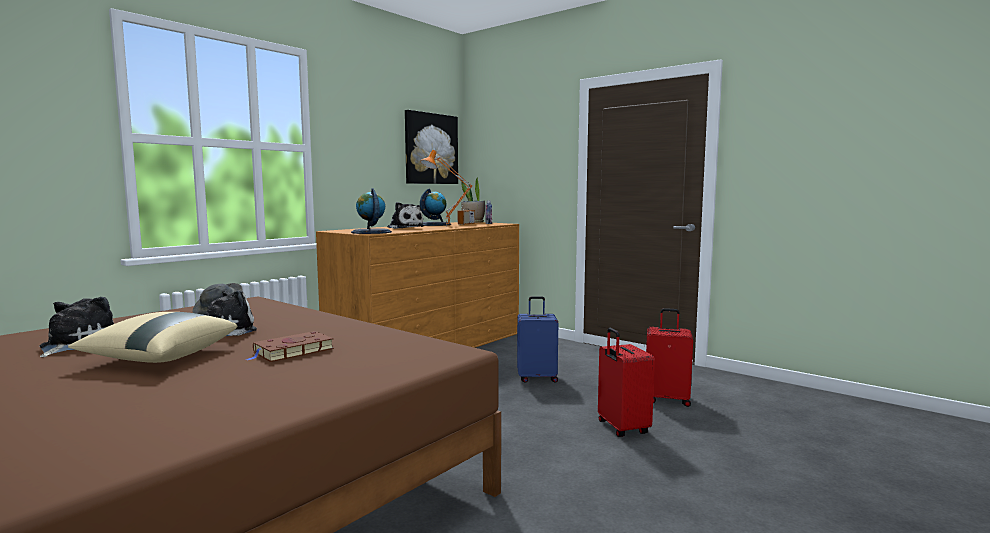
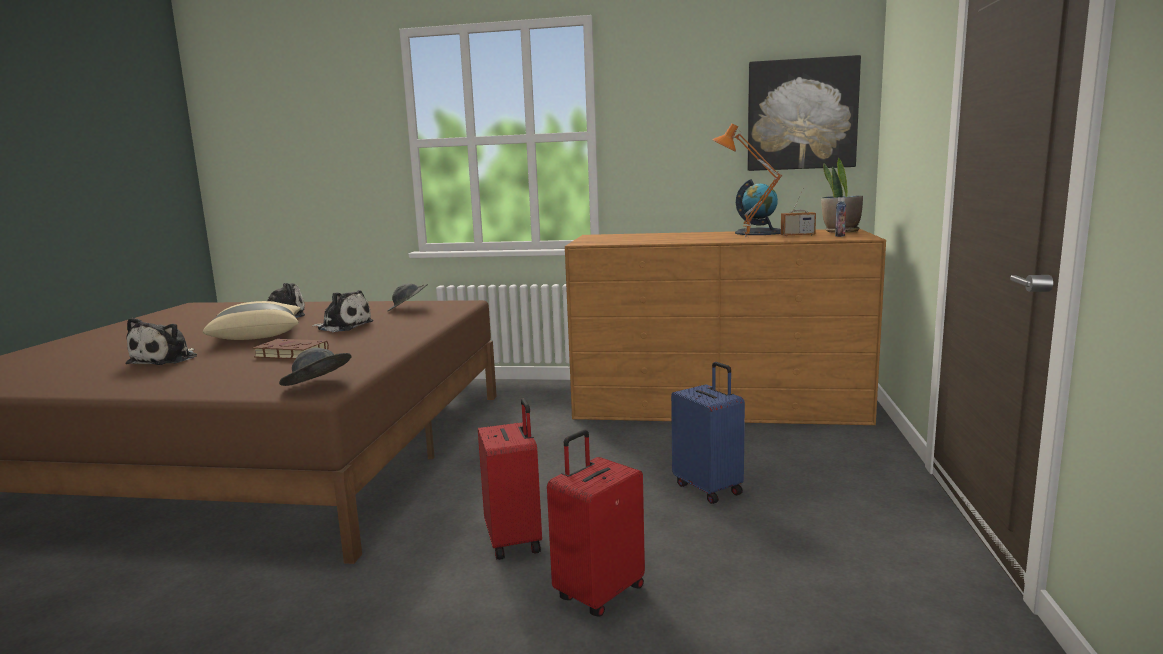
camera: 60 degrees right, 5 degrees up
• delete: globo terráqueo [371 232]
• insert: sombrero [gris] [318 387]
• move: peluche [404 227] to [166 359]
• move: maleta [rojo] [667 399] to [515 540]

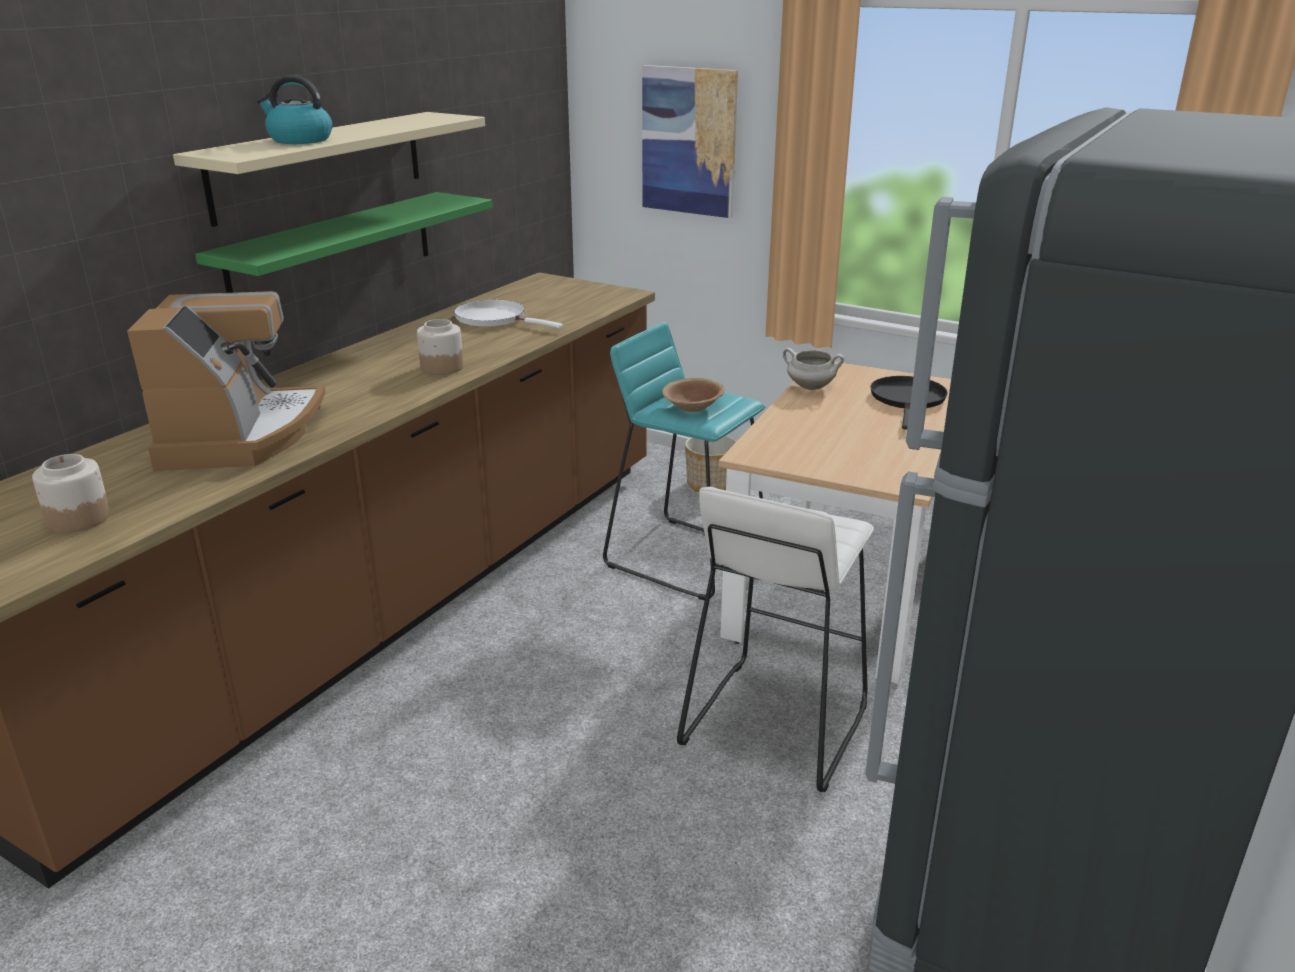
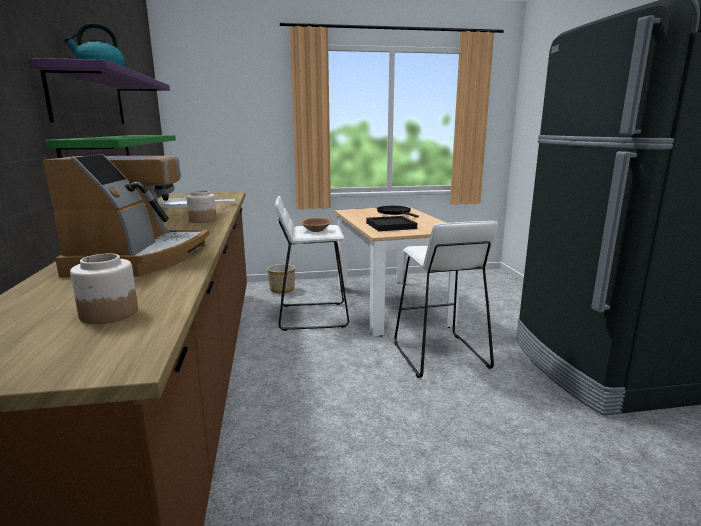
camera: 40 degrees left, 10 degrees down
• delete: cuadro [689 141]
• delete: olla [blanco] [810 387]
• insert: bandeja [negro] [391 226]
• recolor: estante [beis] [319 165] to estante [morado] [89 99]
• recolor: taburete [turquesa] [685 557] to taburete [blanco] [312 316]
• rotate: cafetera [241 435] = [140 258] 45 degrees clockwise

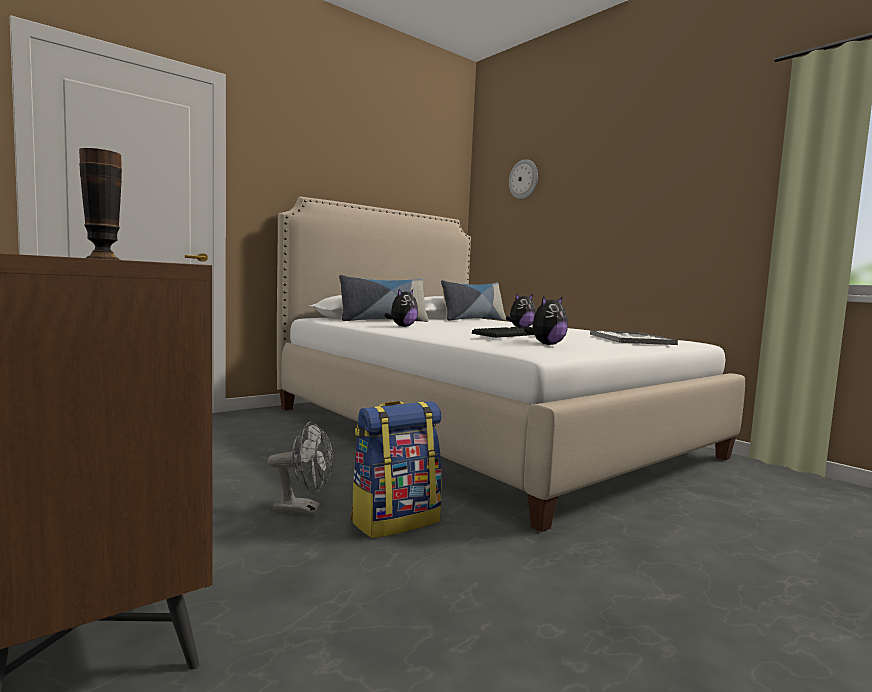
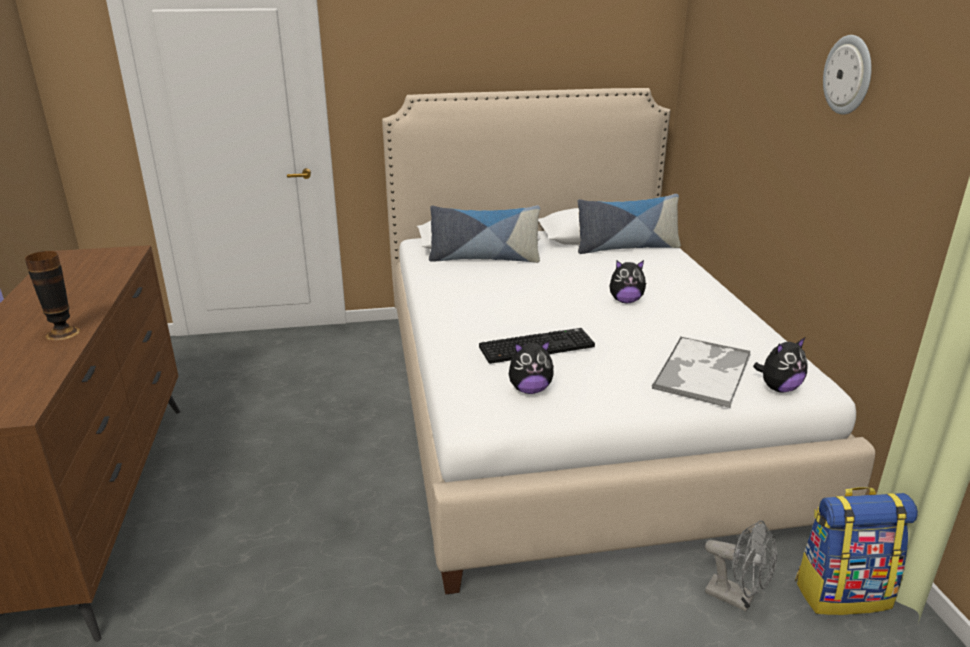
camera: 30 degrees right, 20 degrees up
• move: ventilador [gris] [304 509] to [737 598]
• move: mochila [395 521] to [842 593]
• move: peluche [402 326] to [778 388]
• move: reloj de pared [524 179] to [848 75]

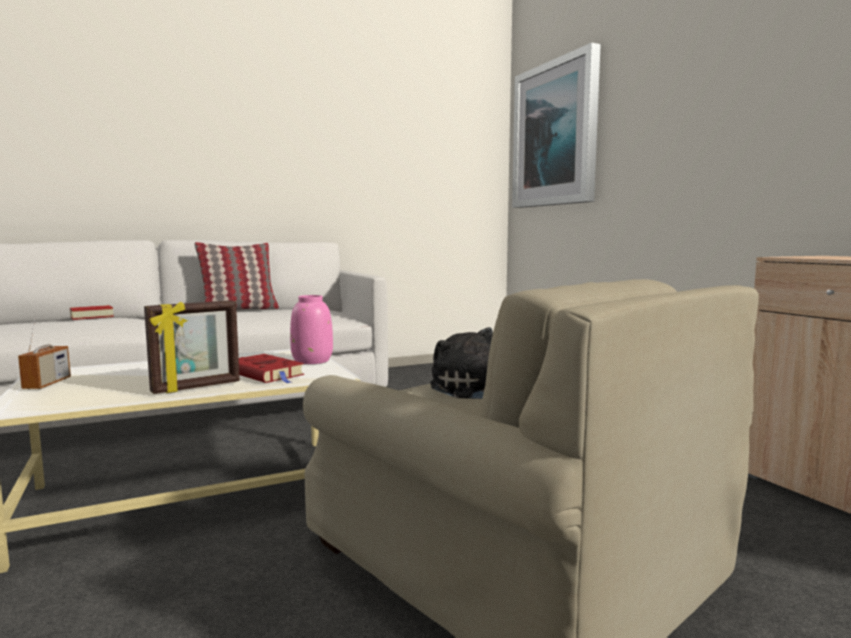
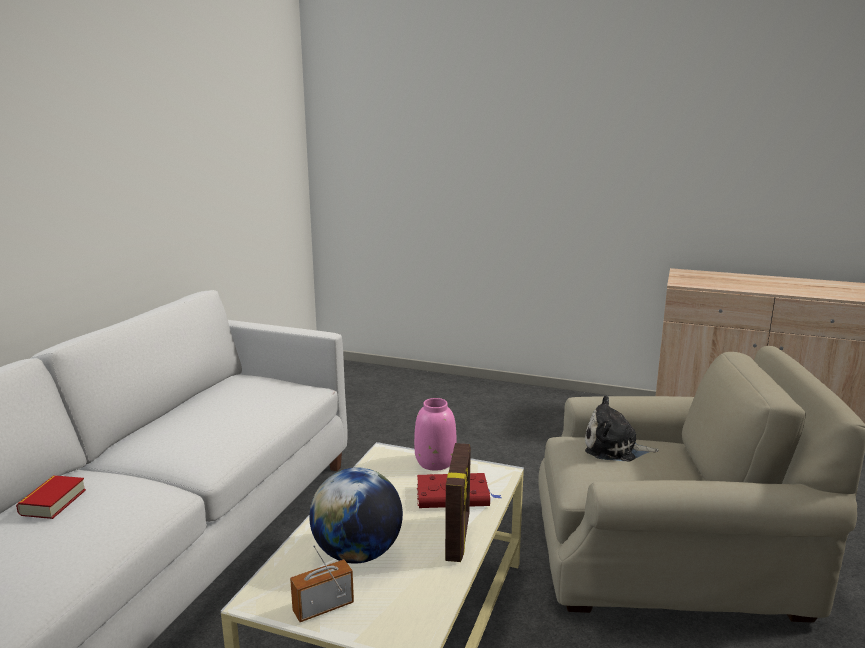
camera: 45 degrees left, 10 degrees up
• delete: cojín [239 310]
• delete: cuadro [555 135]
• insert: globo terráqueo [357 554]
• rotate: radio [47 384] = [323 607] 75 degrees counterclockwise

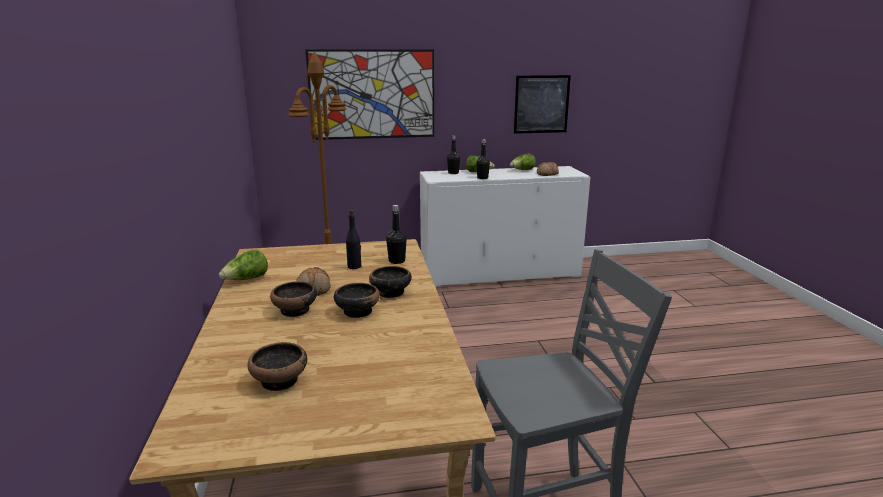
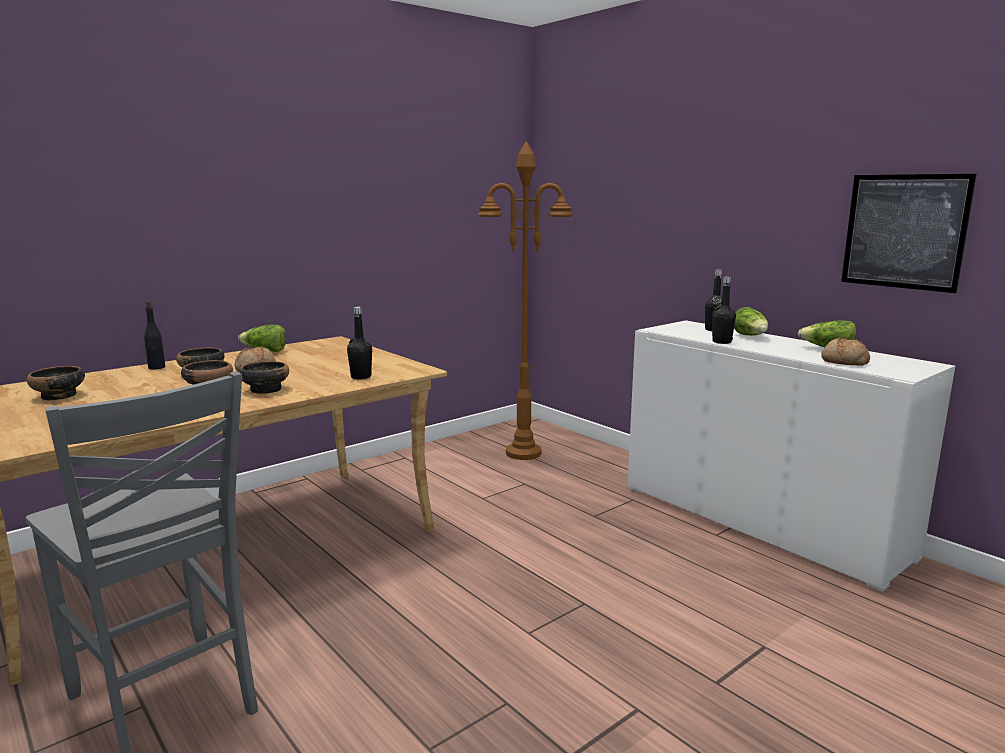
camera: 60 degrees right, 5 degrees down
• delete: cuadro [372 94]
• move: botella [negro] [354 266] to [156 367]

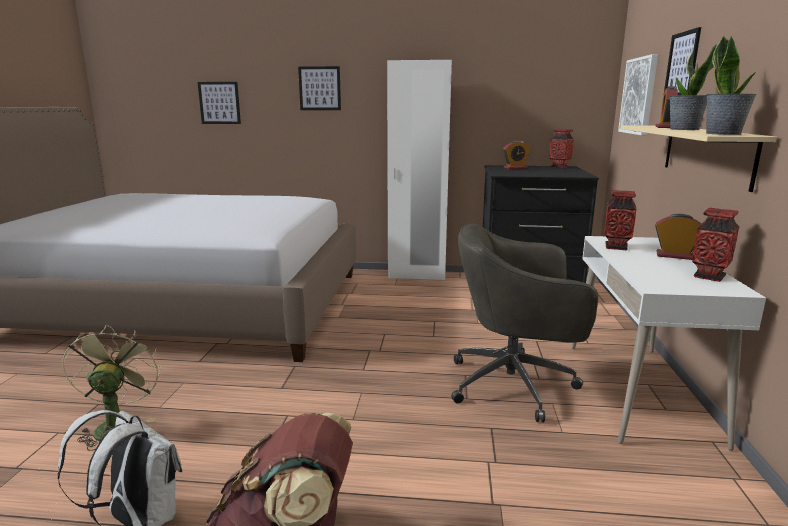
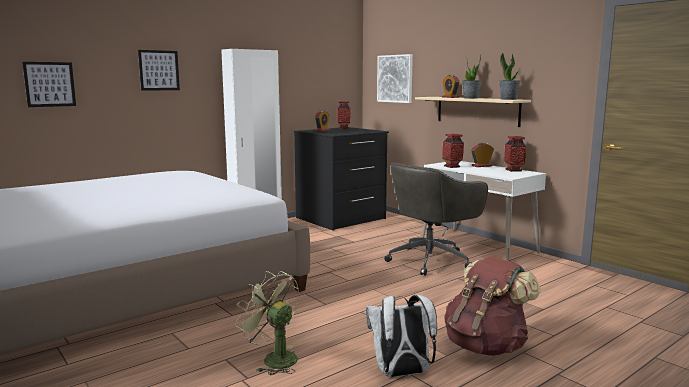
camera: 45 degrees left, 5 degrees down
• delete: cuadro [682 64]

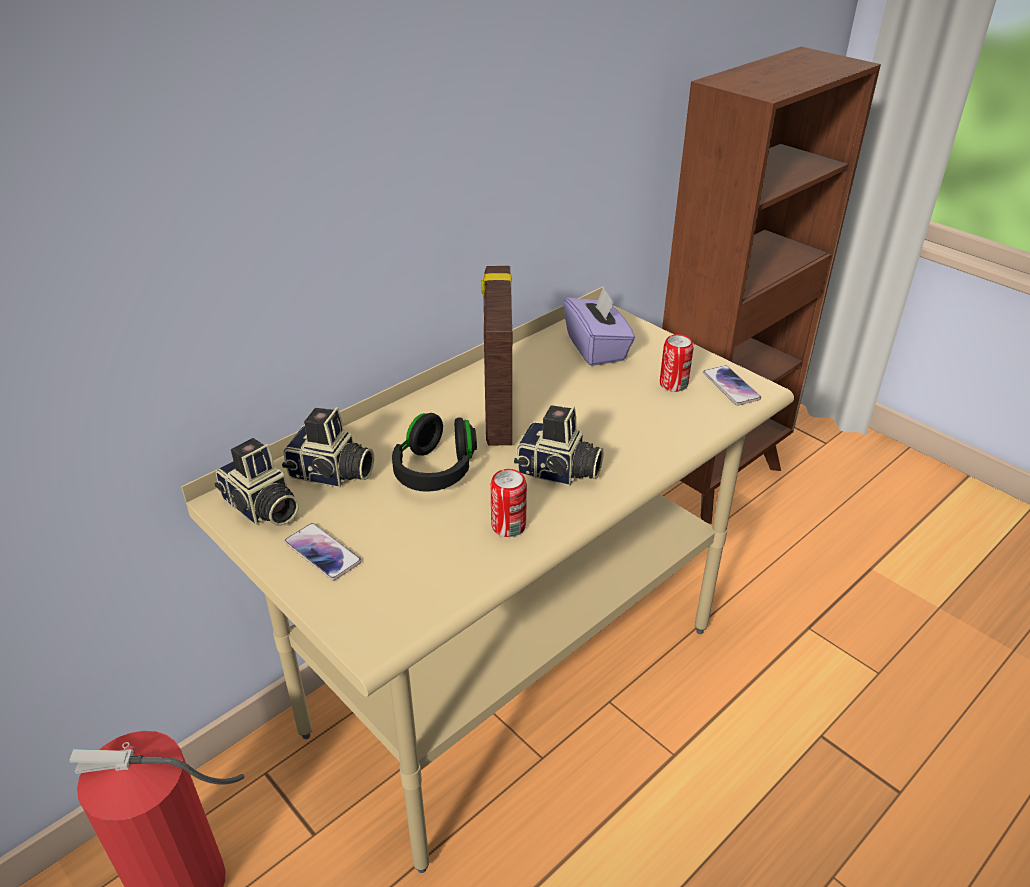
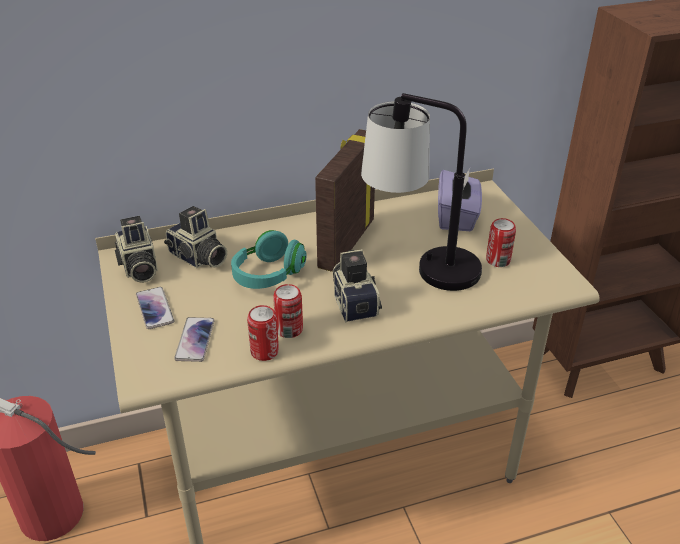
camera: 25 degrees right, 0 degrees up
• insert: lata [264 352]
• insert: lámpara de mesa [419 266]
• move: móvil [730 386] to [195 340]
• recolor: auriculares [negro] [435 470] to auriculares [turquesa] [268 275]
• rotate: cámara [558 472] = [355 302] 150 degrees counterclockwise

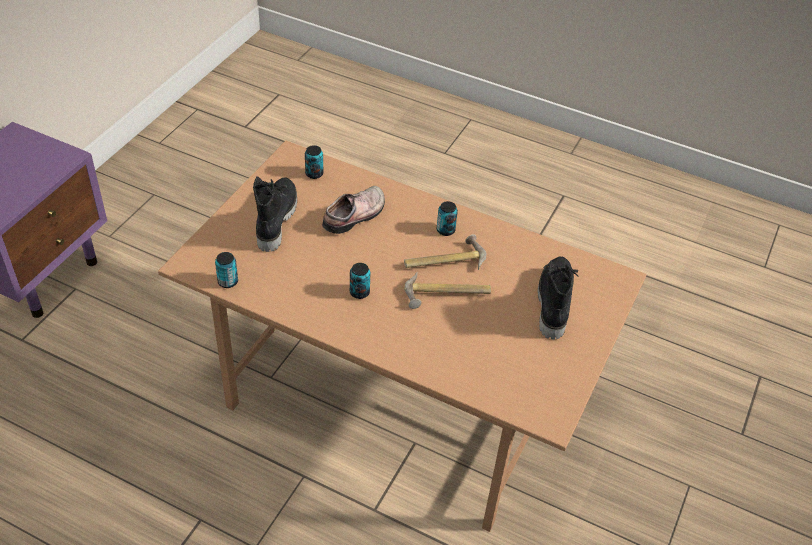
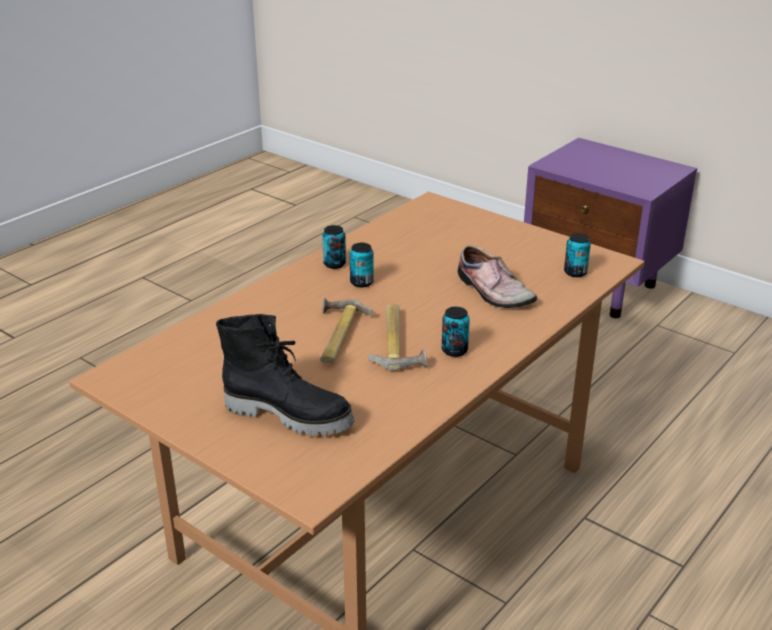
camera: 105 degrees right, 15 degrees down
• delete: bota [negro] [275 220]
• move: lata [228 282] to [334 264]

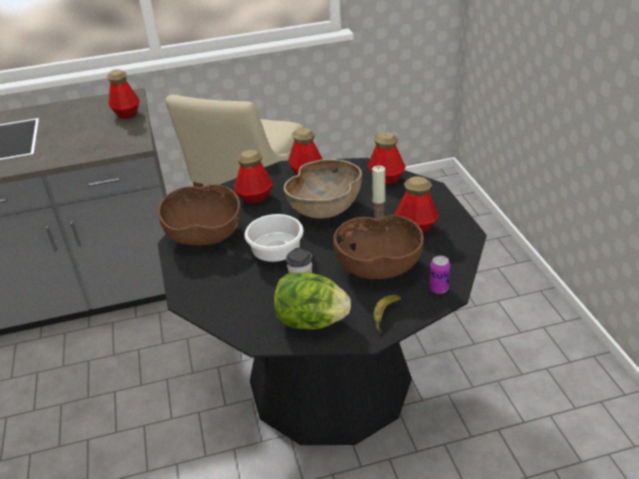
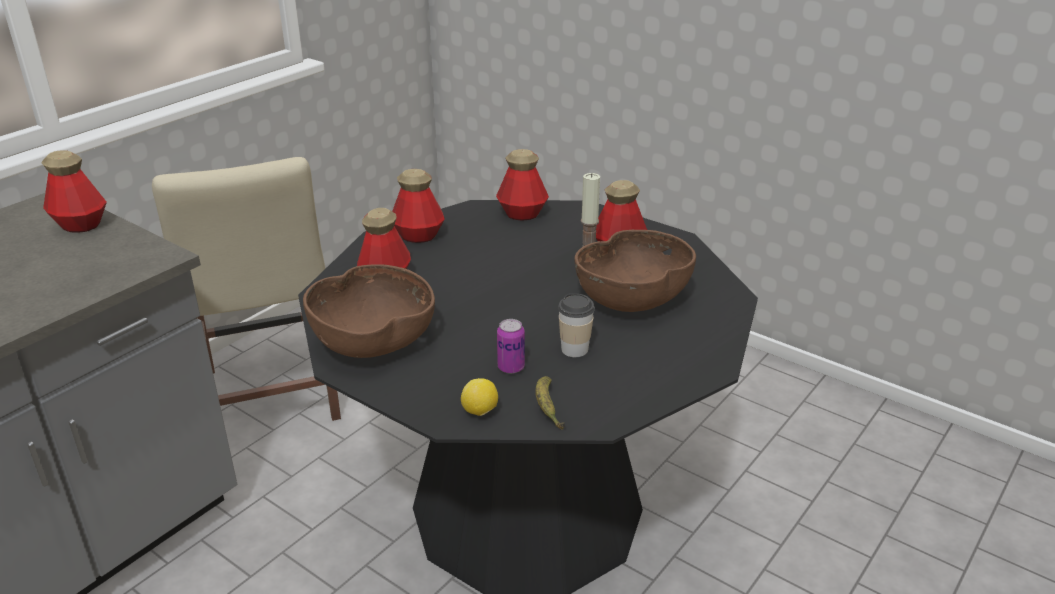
camera: 40 degrees left, 5 degrees down
• delete: cuenco [blanco] [276 252]
• delete: lechuga [311 321]
• delete: cuenco [marrón] [325 208]
• insert: limón [480 412]
• move: plátano [384 316] to [547 408]
• move: lata [439 288] to [511 367]

